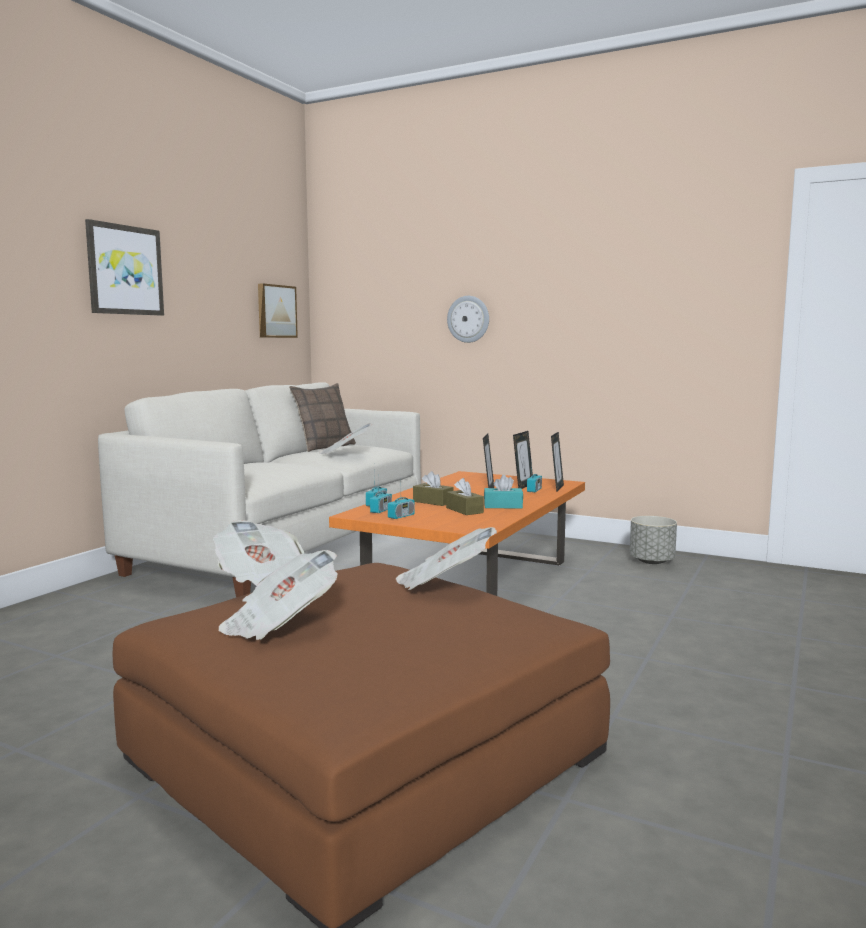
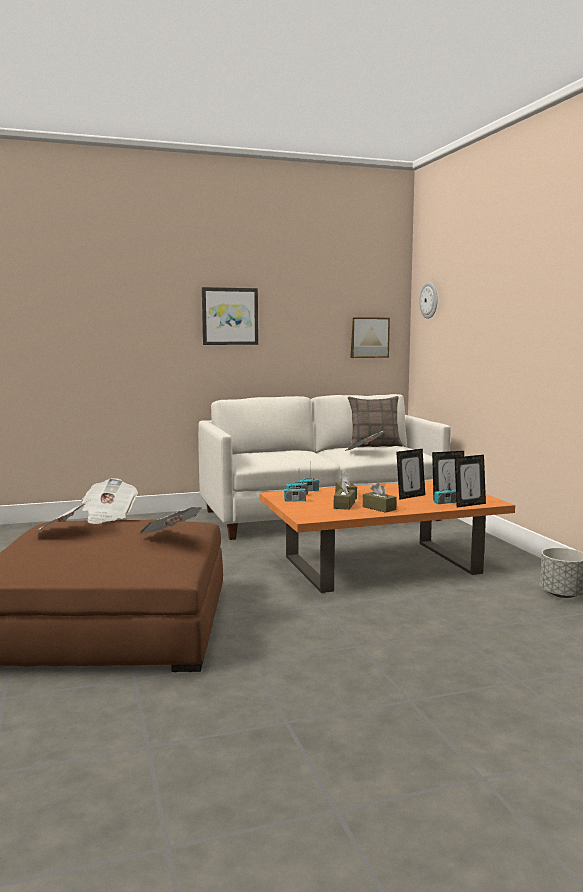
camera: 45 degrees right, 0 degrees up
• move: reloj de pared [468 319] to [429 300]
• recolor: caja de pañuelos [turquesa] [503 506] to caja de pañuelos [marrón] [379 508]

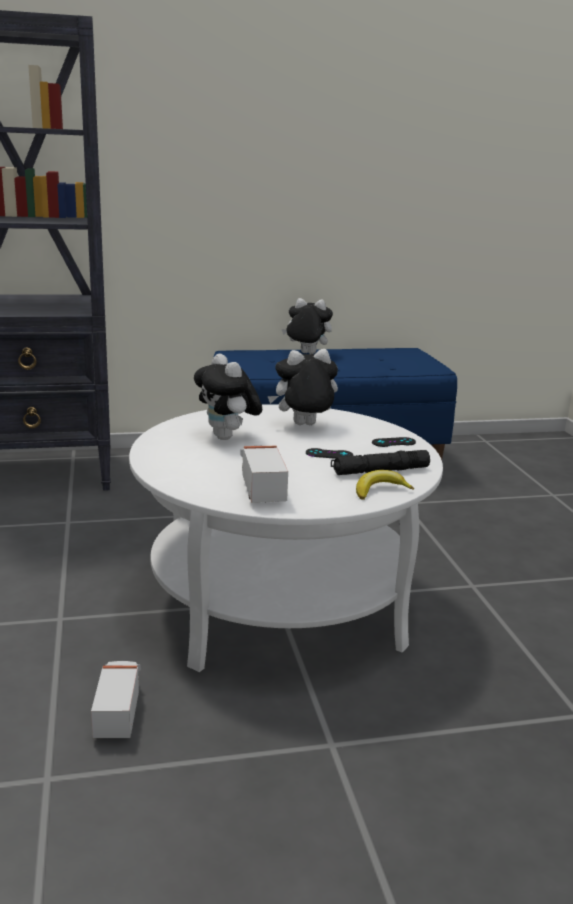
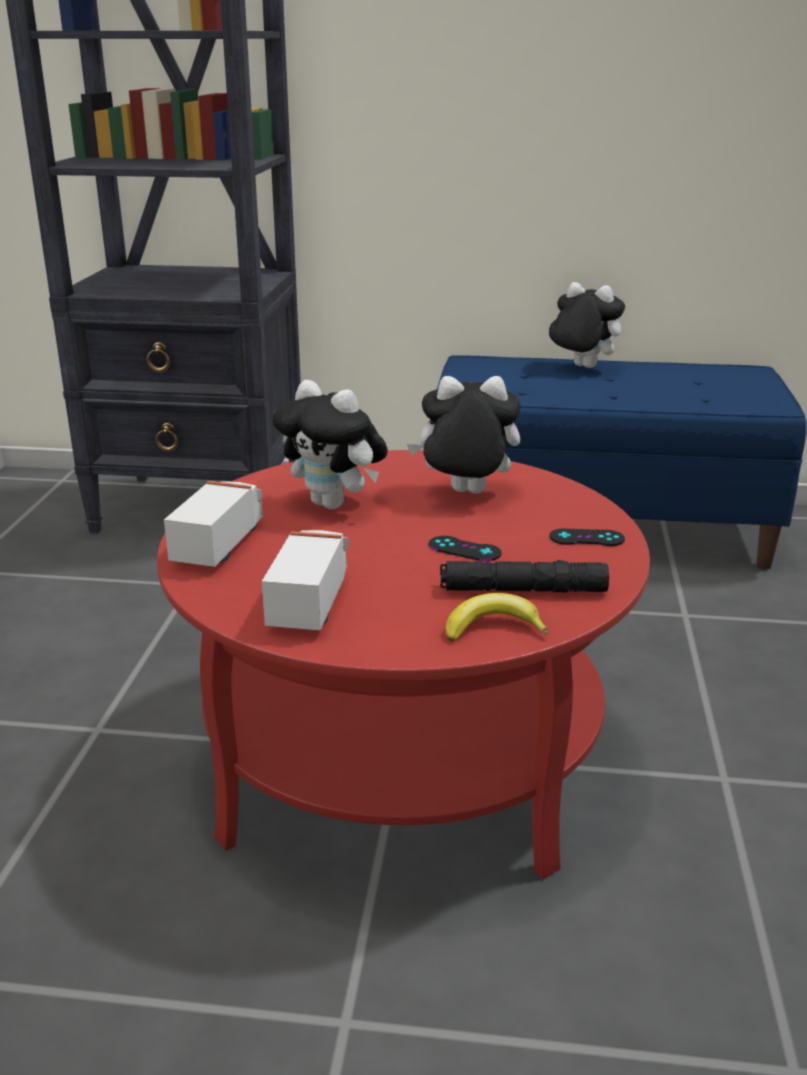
camera: 20 degrees right, 5 degrees up
• move: camión de juguete [118 712] to [220 544]
• recolor: mesa de centro [blanco] [279 602] to mesa de centro [rojo] [402 755]
• rotate: peluche [228 438] = [334 504] 45 degrees counterclockwise

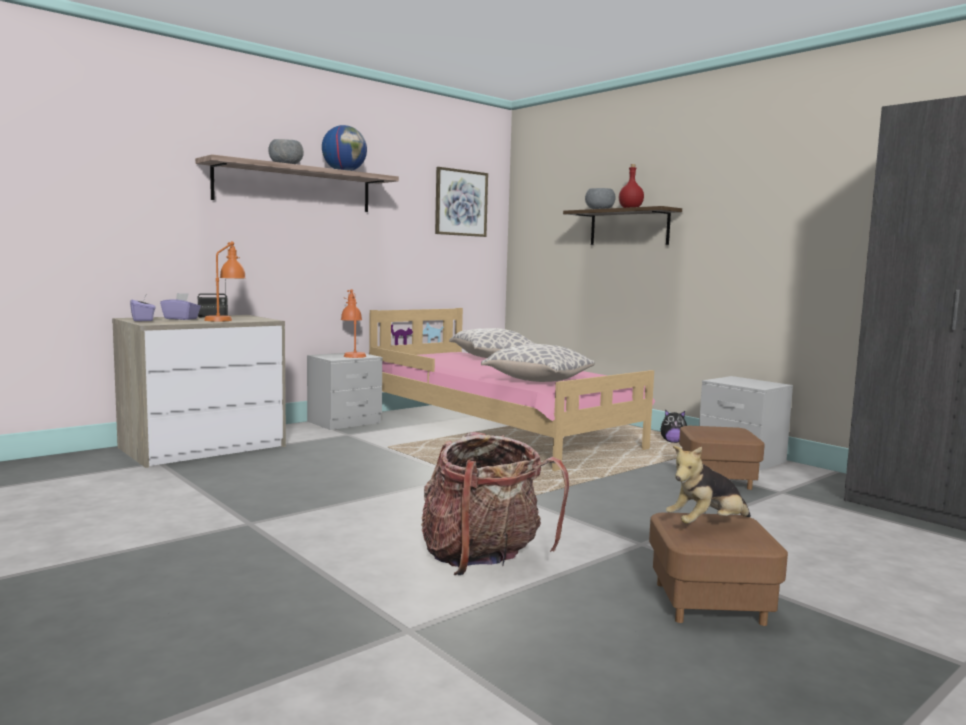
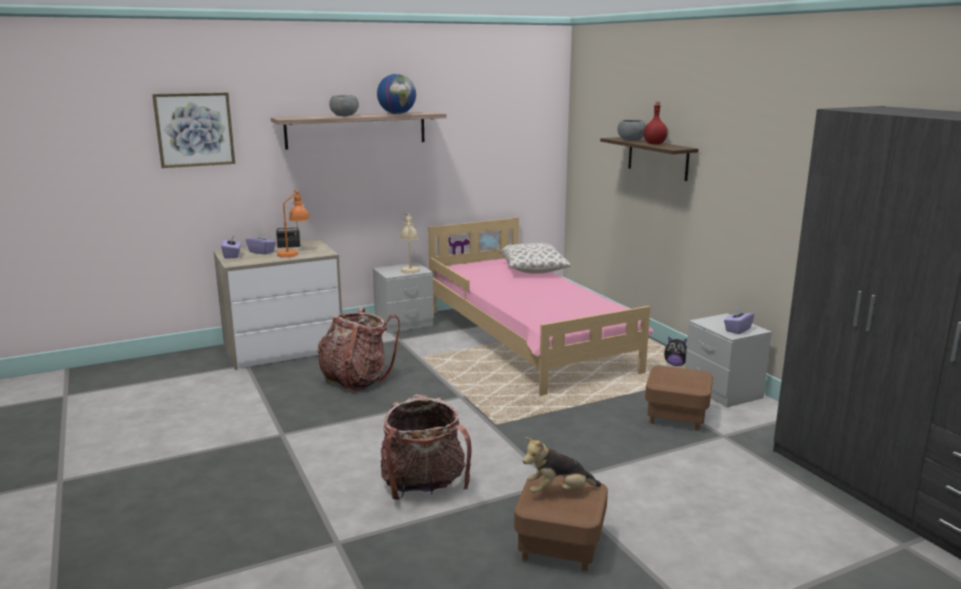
camera: 15 degrees right, 10 degrees up
• delete: cojín [537 380]
• insert: mochila [356 379]
• insert: caja de pañuelos [morado] [737 330]
• move: cuadro [461 203] to [194 129]
• recolor: lámpara de mesa [naranja] [352 355] to lámpara de mesa [beis] [409 268]

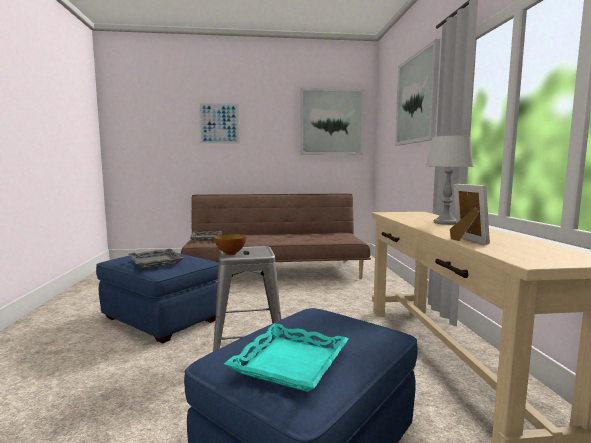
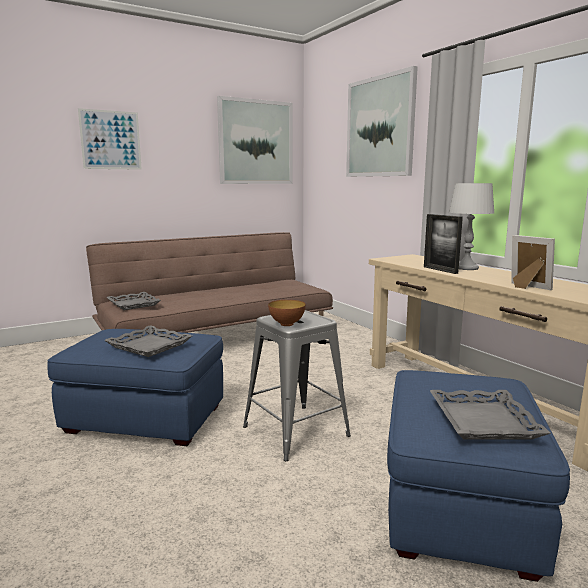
camera: 25 degrees left, 5 degrees up
• insert: portarretratos [440 270]
• recolor: bandeja [turquesa] [289 362] to bandeja [gris] [482 421]

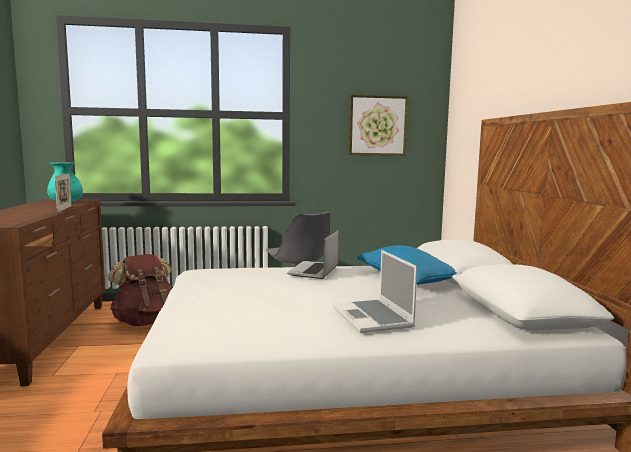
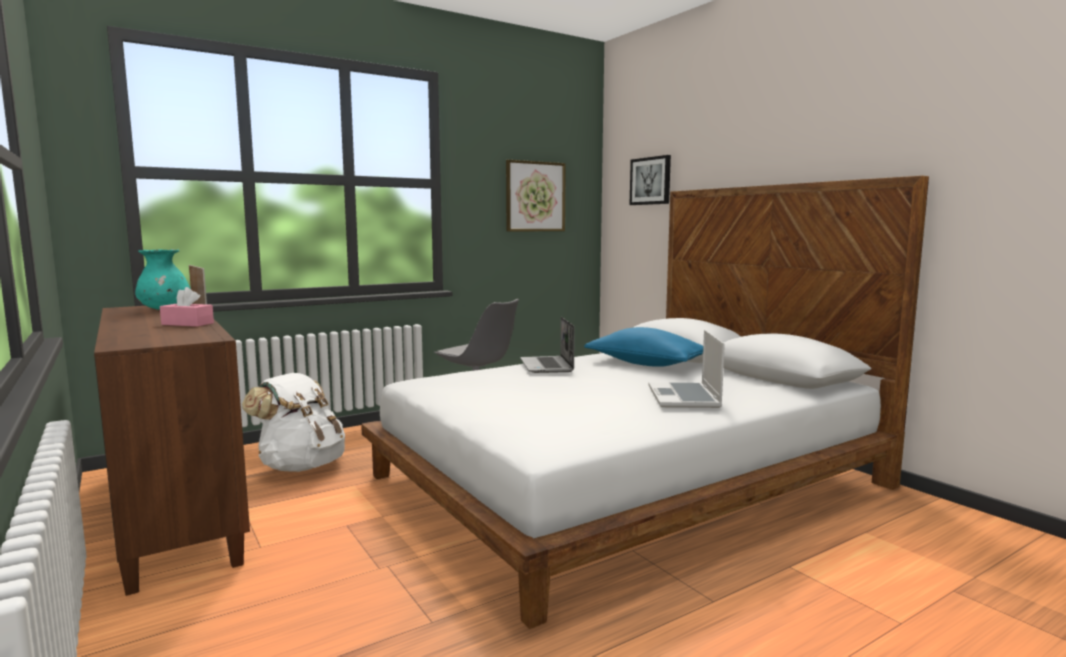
camera: 25 degrees left, 0 degrees up
• insert: caja de pañuelos [rosa] [187 324]
• insert: cuadro [650 181]
• recolor: mochila [marrón] [146 322] to mochila [blanco] [301 466]
• rotate: portátil [373 318] = [685 398] 45 degrees clockwise

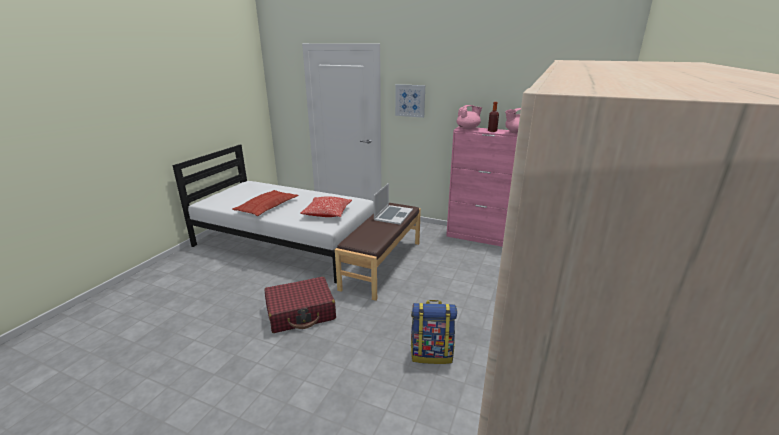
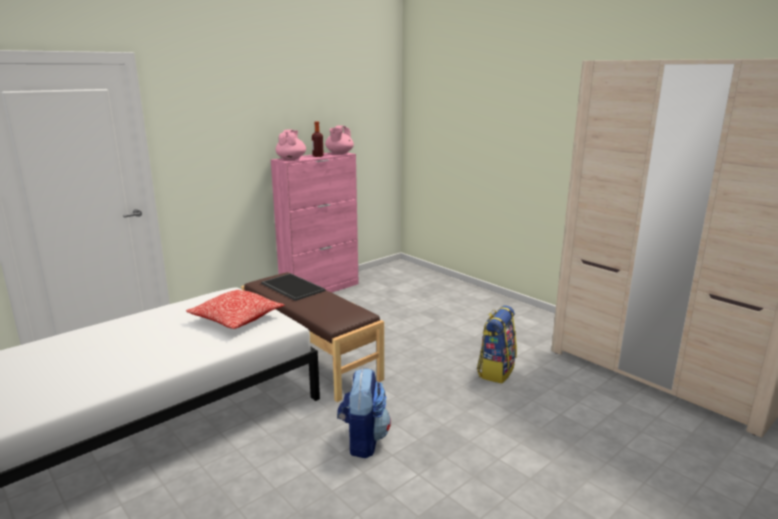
camera: 65 degrees left, 5 degrees down
• delete: cojín [267 207]
• delete: cuadro [410 100]
• replace: maleta [rojo] [301 312] to mochila [363 440]
• replace: portátil [393 215] to bandeja [291 287]

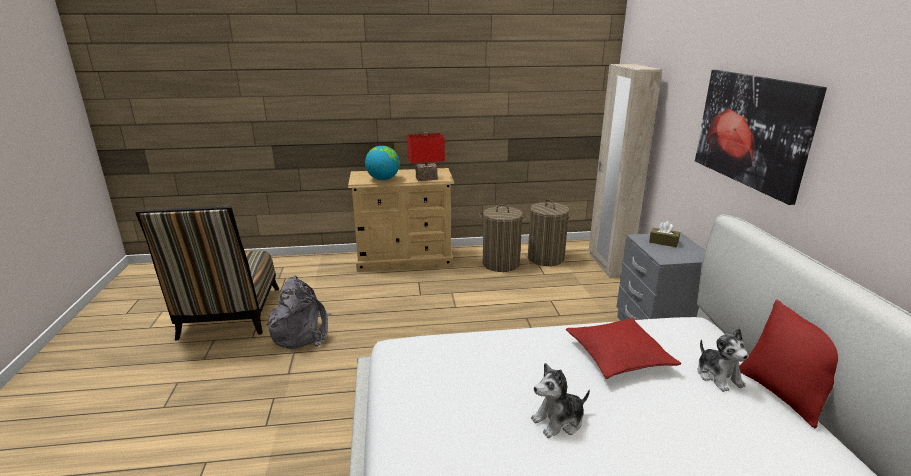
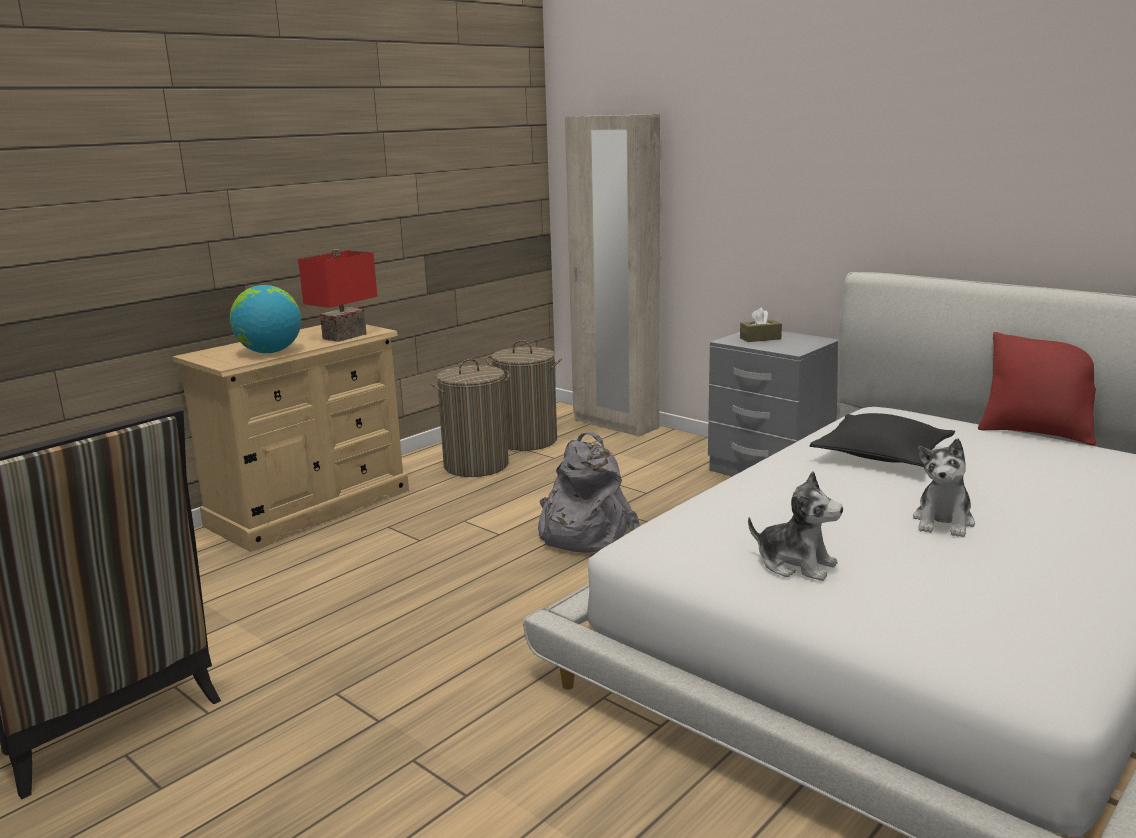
camera: 40 degrees left, 5 degrees down
• delete: cuadro [752 130]
• move: mochila [gris] [302 332] to [582 534]
• move: peluche [718 376] to [795 564]
• recolor: cojín [rojo] [618 356] to cojín [negro] [881 455]

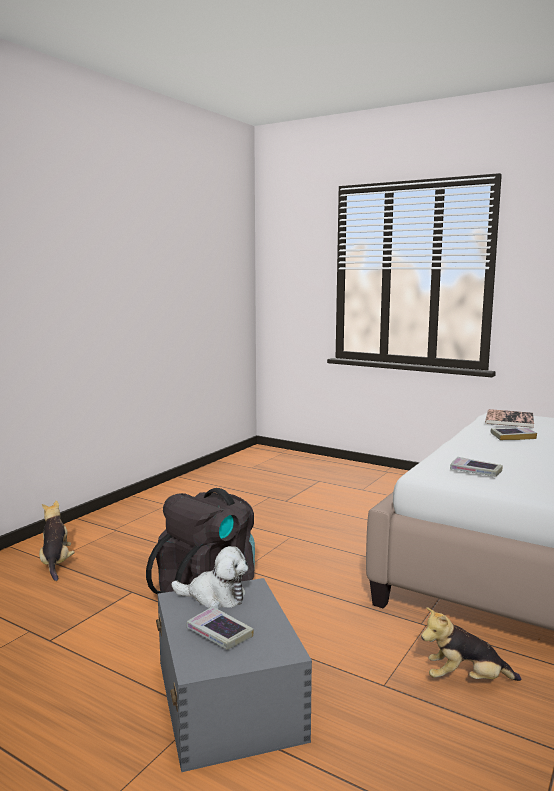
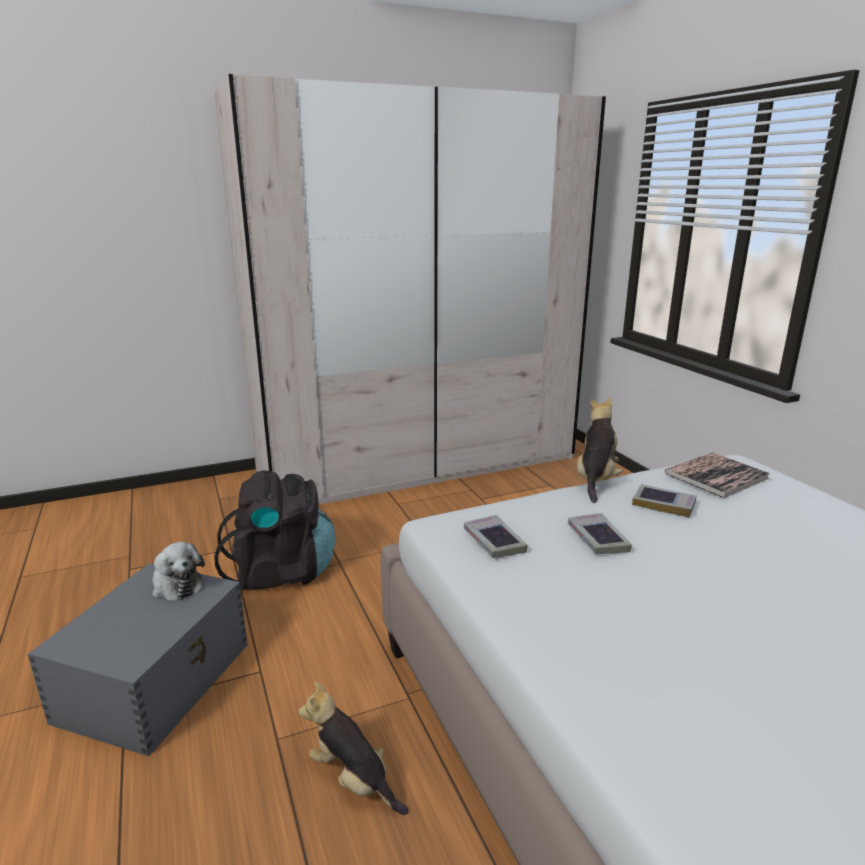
camera: 35 degrees right, 10 degrees up
• insert: armario ropero [beis] [418 464]
• move: peluche [56 563] to [596 479]
• move: libro [219 633] to [597 539]

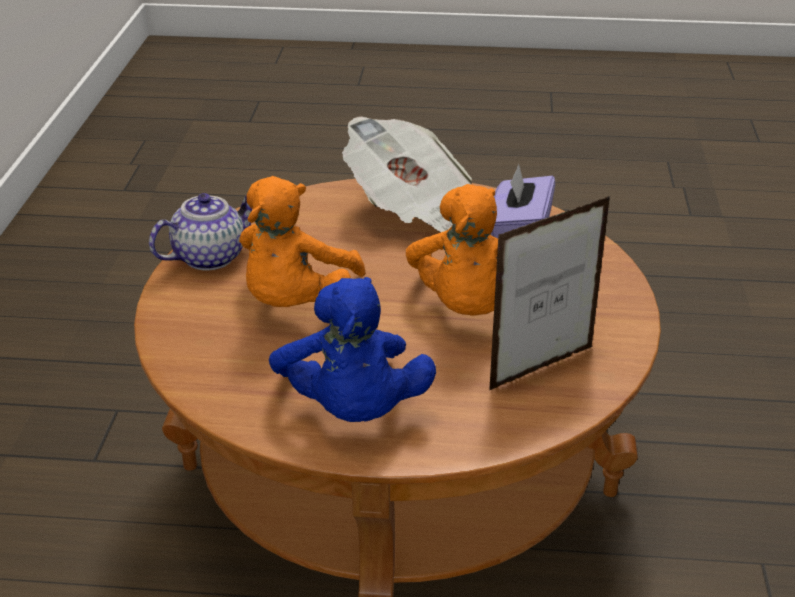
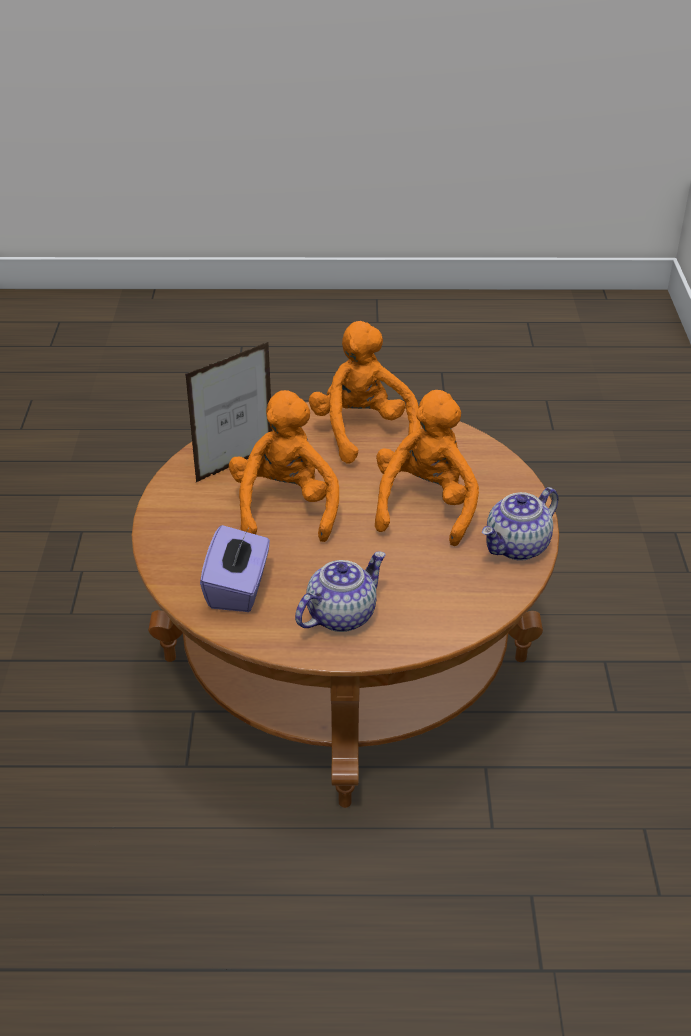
camera: 175 degrees right, 5 degrees up
• replace: periódico [415 211] to tetera [341 615]
• recolor: peluche [azul] [353 410] to peluche [naranja] [362 432]

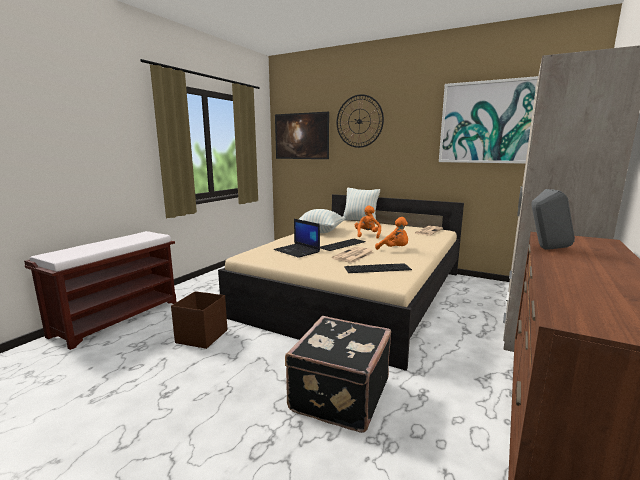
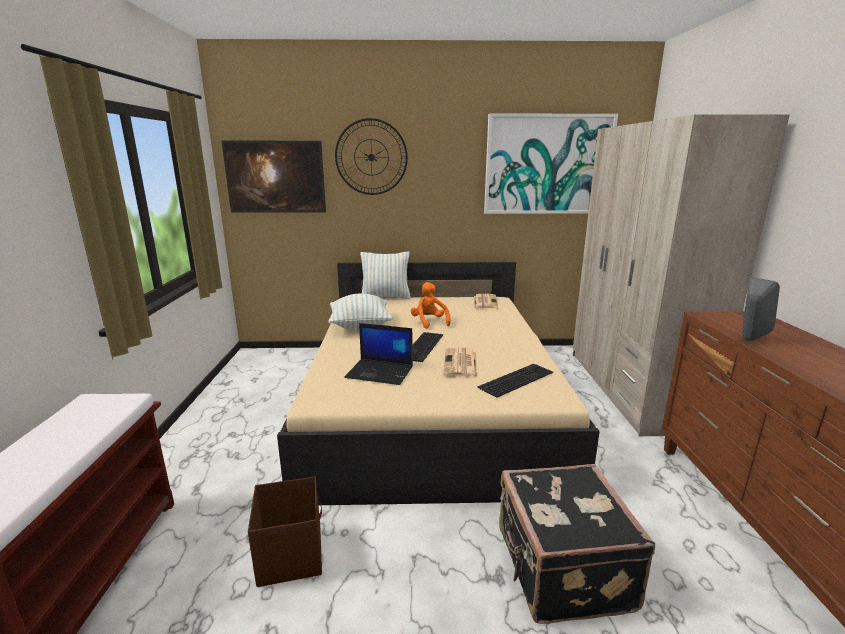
camera: 30 degrees left, 5 degrees up
• delete: peluche [naranja] [394 249]

